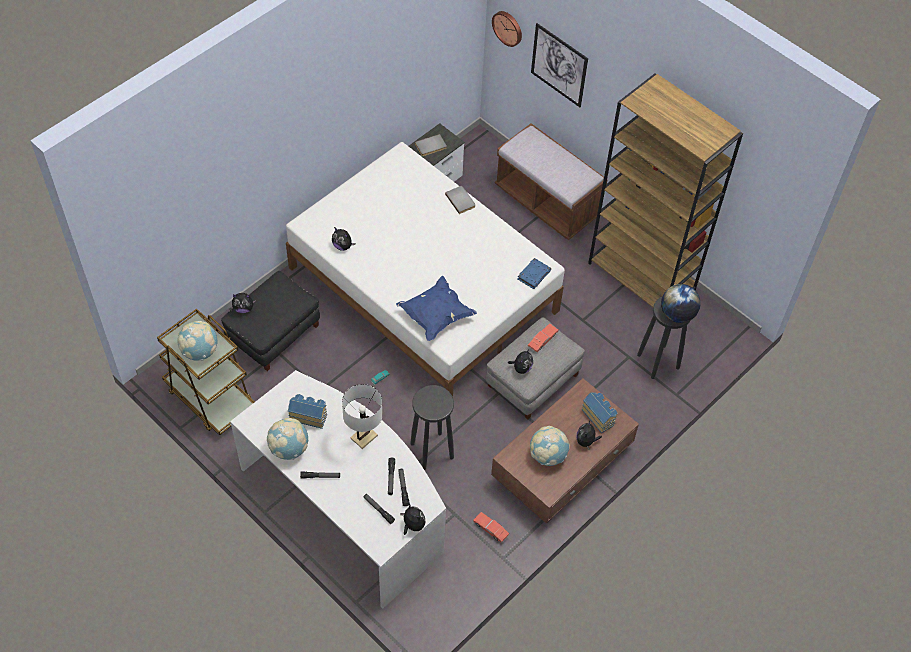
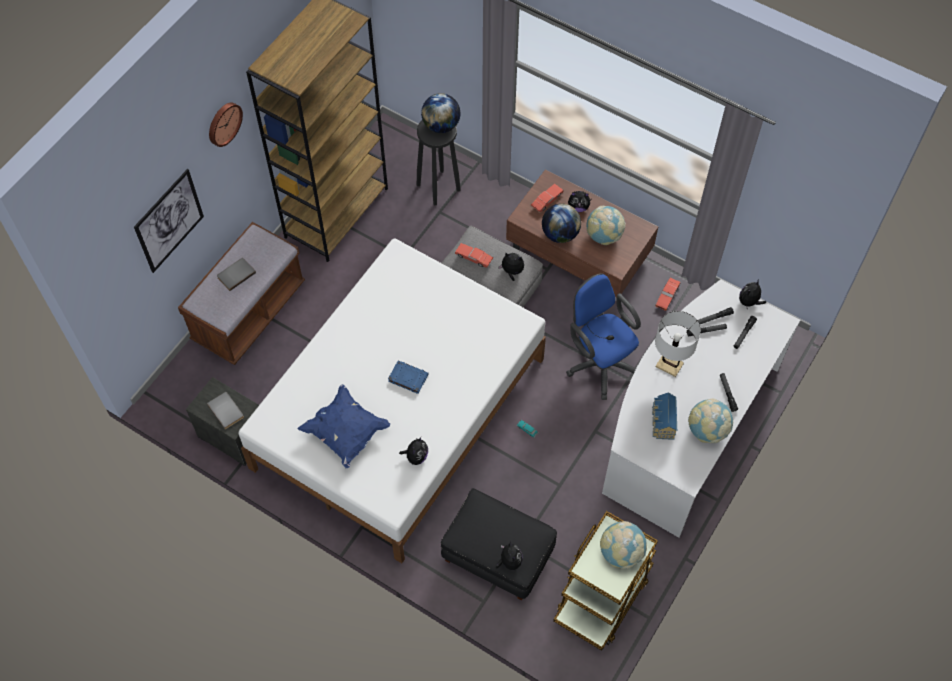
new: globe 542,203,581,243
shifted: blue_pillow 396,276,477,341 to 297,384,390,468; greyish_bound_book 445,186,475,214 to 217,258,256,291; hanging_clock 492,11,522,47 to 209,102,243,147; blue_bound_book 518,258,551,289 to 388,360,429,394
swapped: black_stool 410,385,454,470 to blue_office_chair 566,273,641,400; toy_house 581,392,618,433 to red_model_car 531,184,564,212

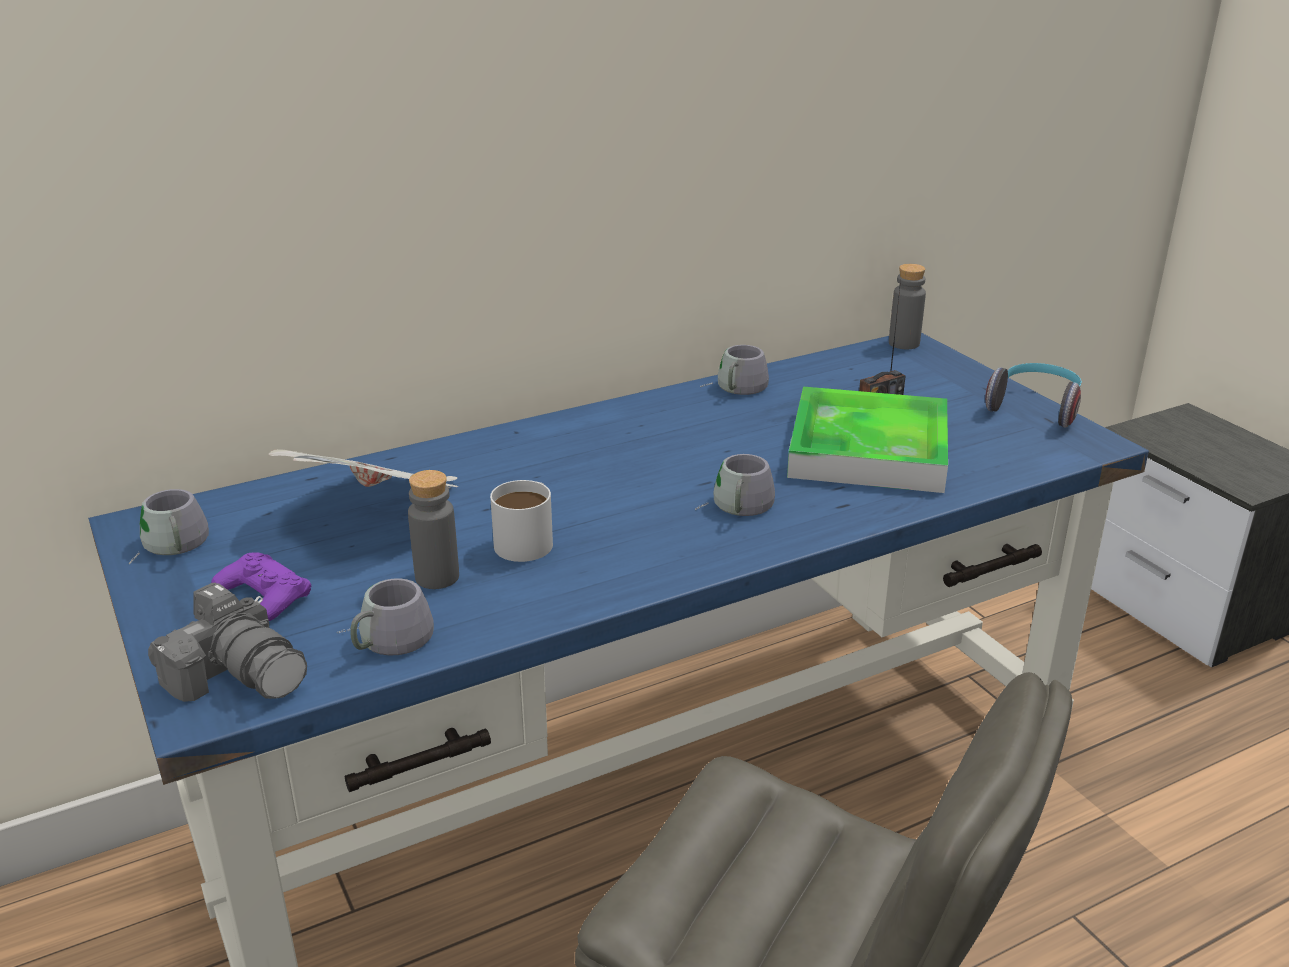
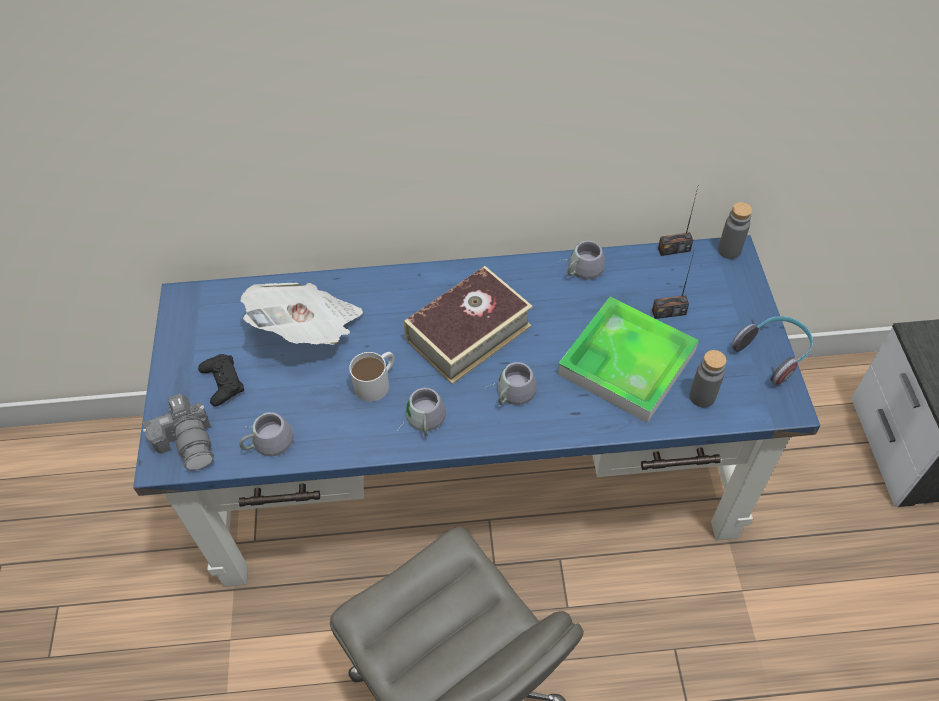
new: bound_book 404,266,533,384; radio_set 658,188,698,256
shifted: greyish_mug 129,489,209,564 to 397,388,446,436; greyish_beverage_bottle 408,470,459,589 to 689,350,726,408
repainted: purple_joypad 211,552,311,621 to black_joypad 198,354,244,406

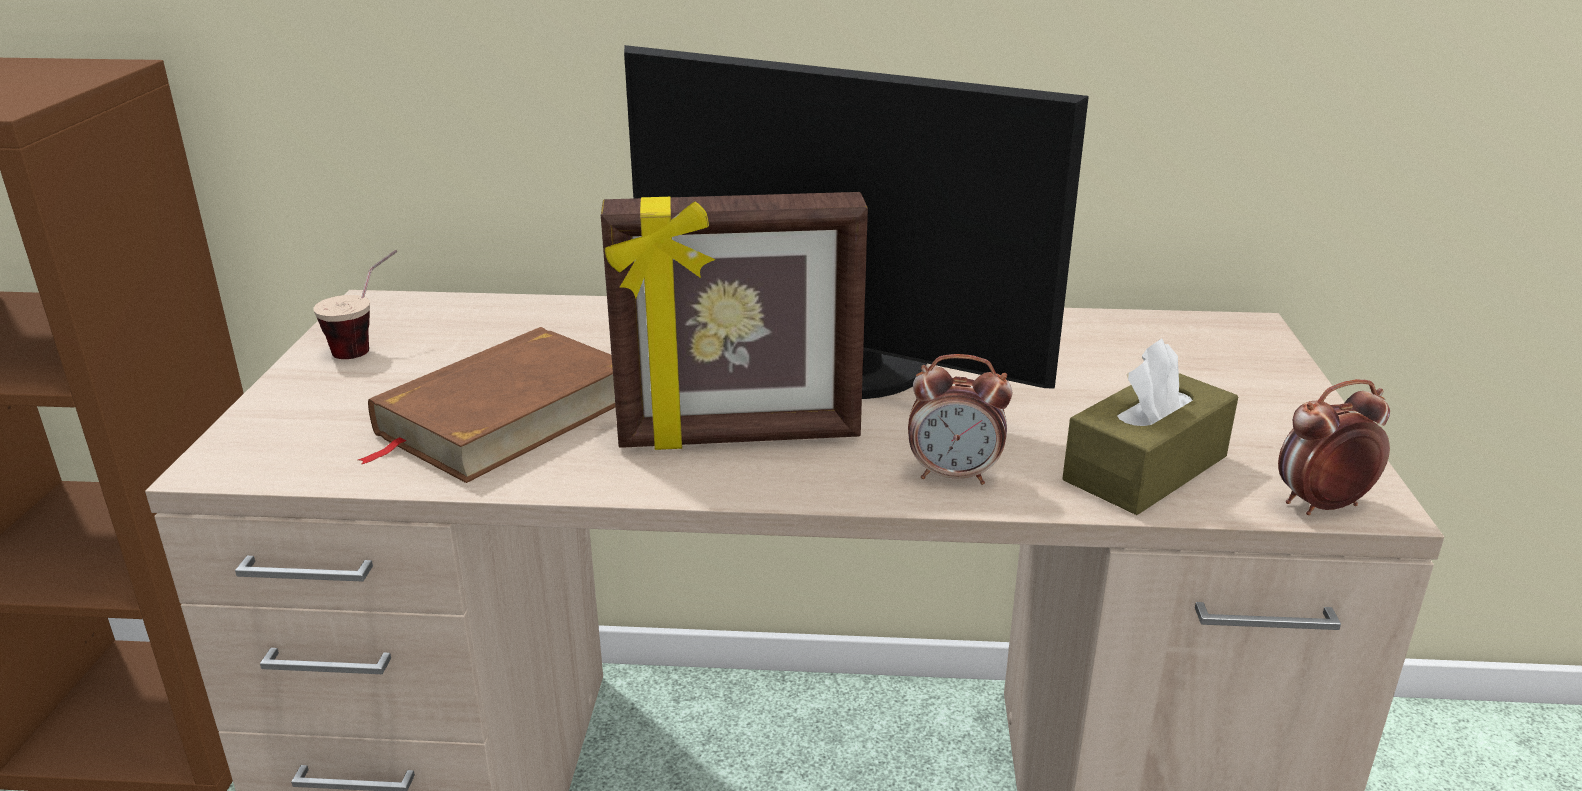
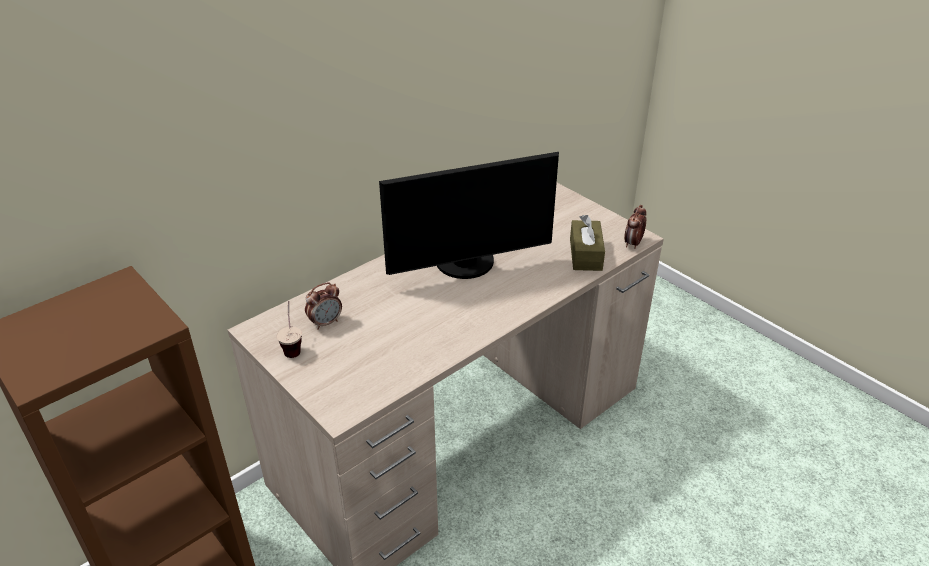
gone: brown-coloured_bound_book 358,327,615,483; standing_frame 601,192,868,450
shifted: bedside_clock 908,354,1012,485 to 305,282,342,330

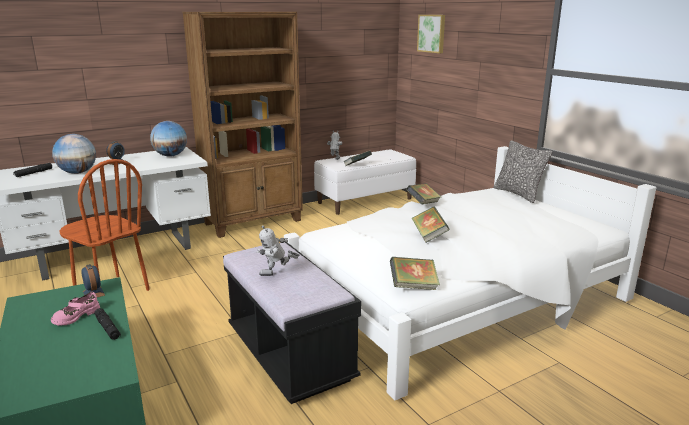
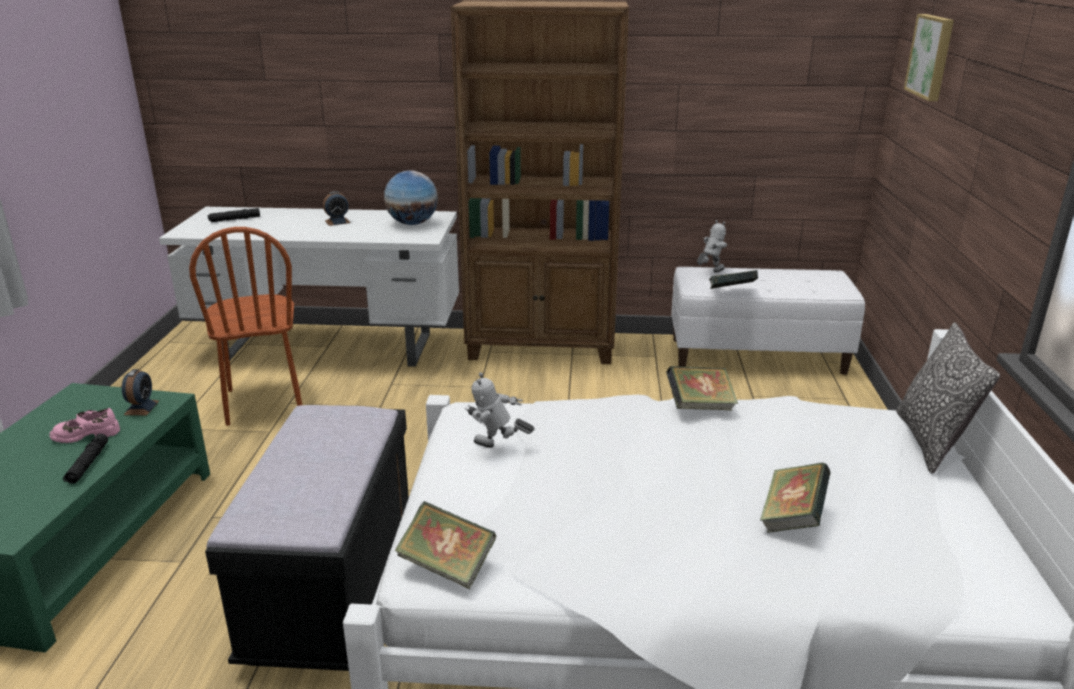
gone: globe 52,134,96,174
shifted: robot_figure 256,225,299,276 to 465,372,535,448; bound_book 412,207,450,243 to 760,462,831,533

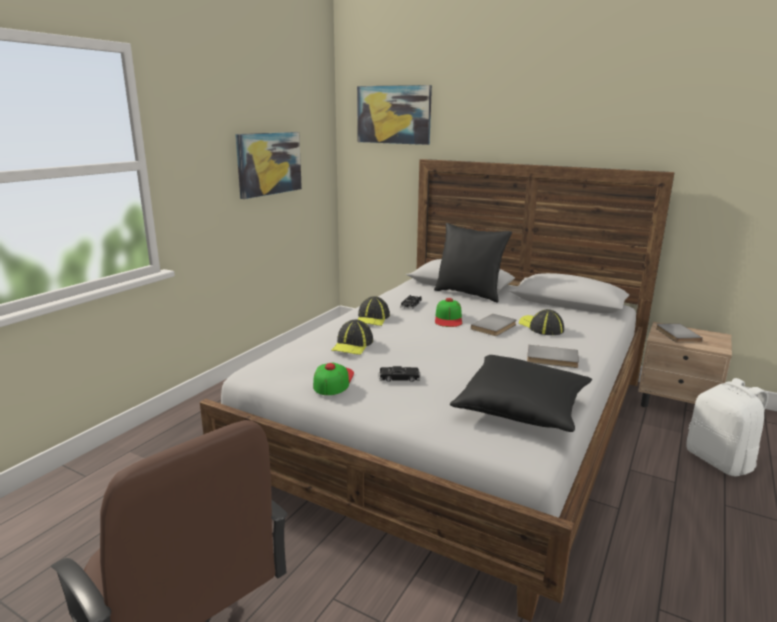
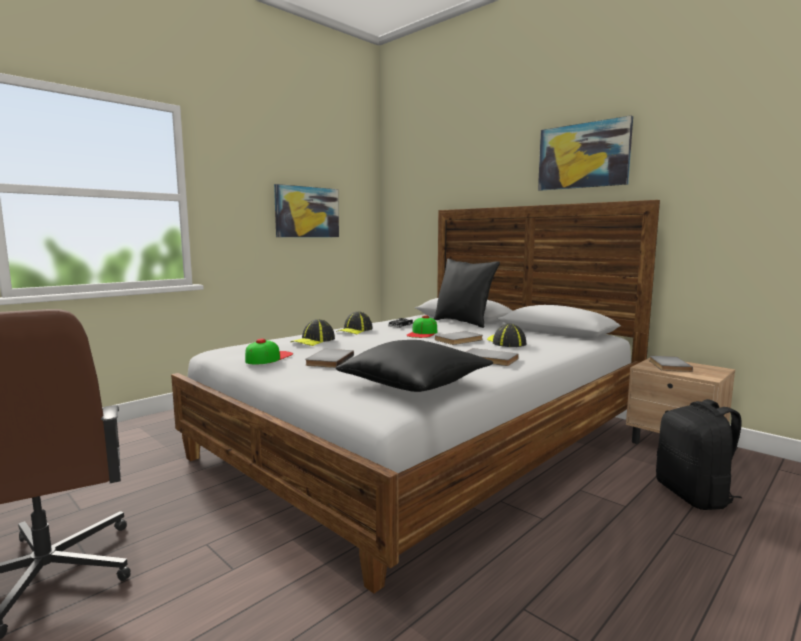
shifted: wall_art 357,85,432,145 to 538,115,633,191
swapped: black_model_car 378,366,421,382 to greyish_bound_book 305,349,354,368
repainted: white_knapsack 687,378,768,476 to black_knapsack 656,399,742,510

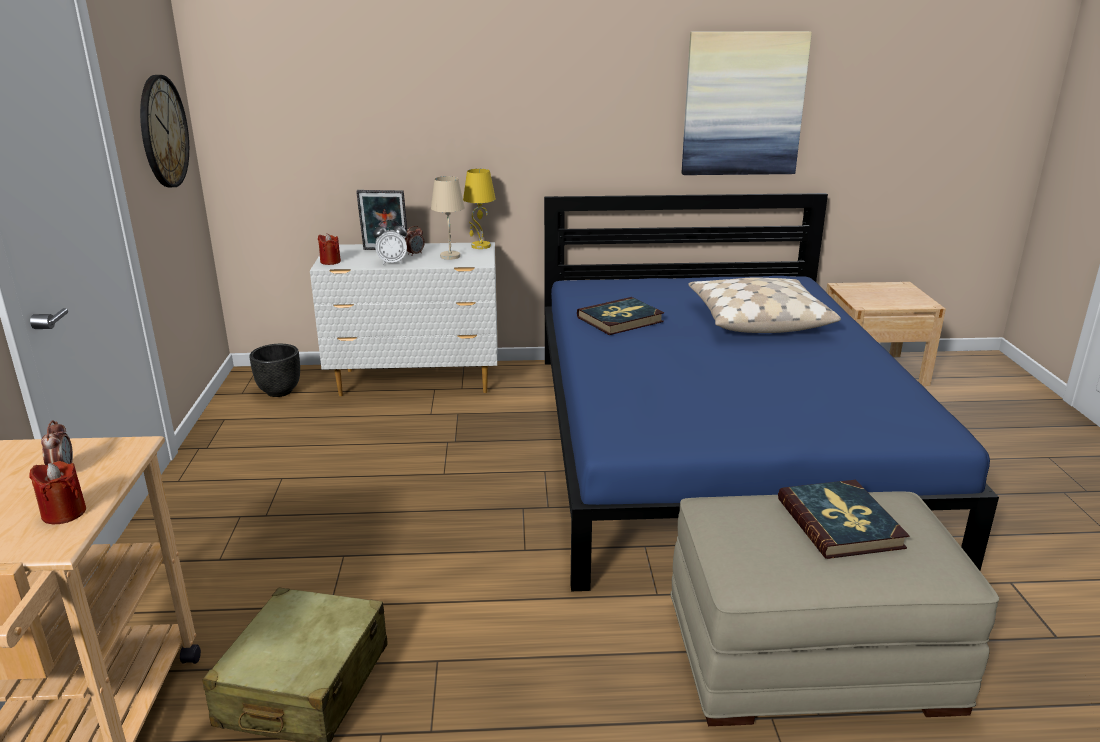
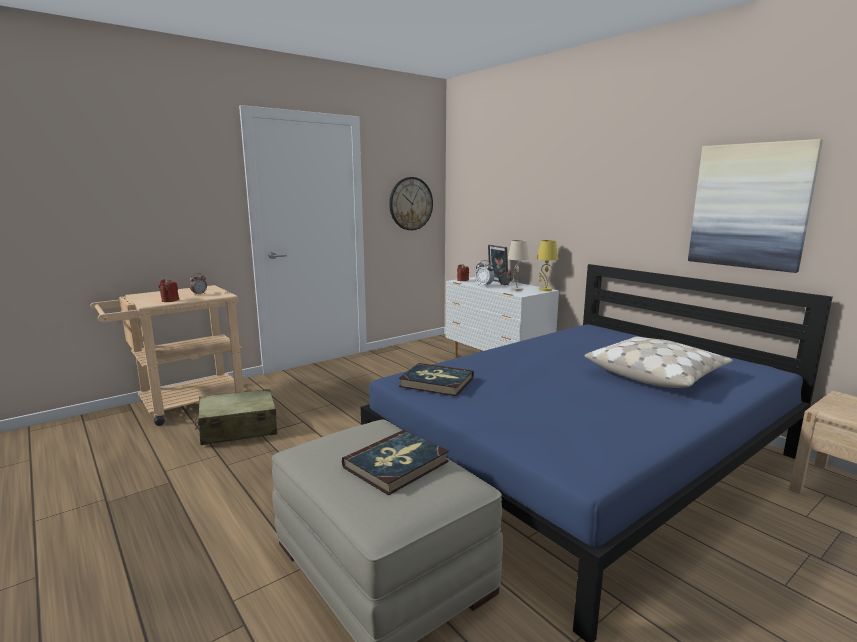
gone: black_planter 249,344,300,397
shifted: bound_book 577,297,664,335 to 398,363,474,396

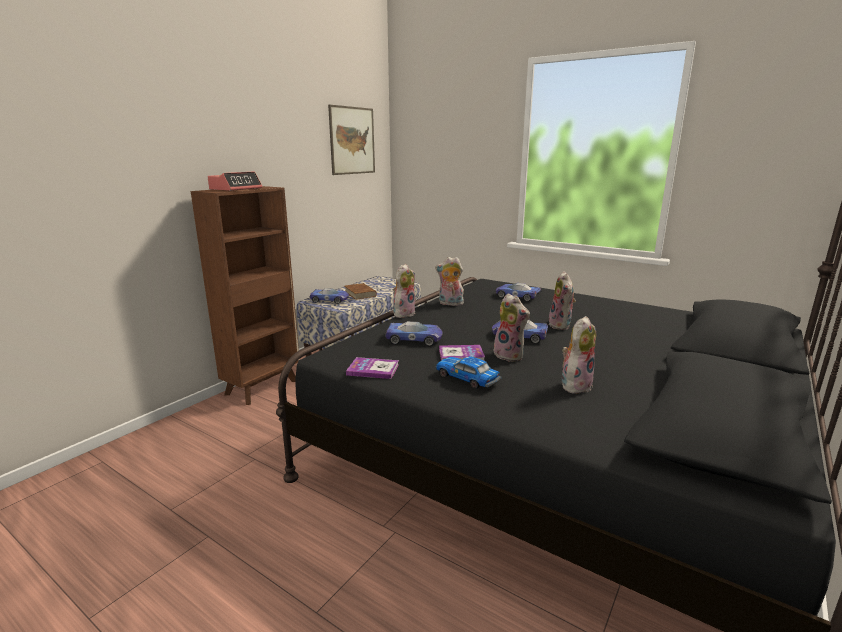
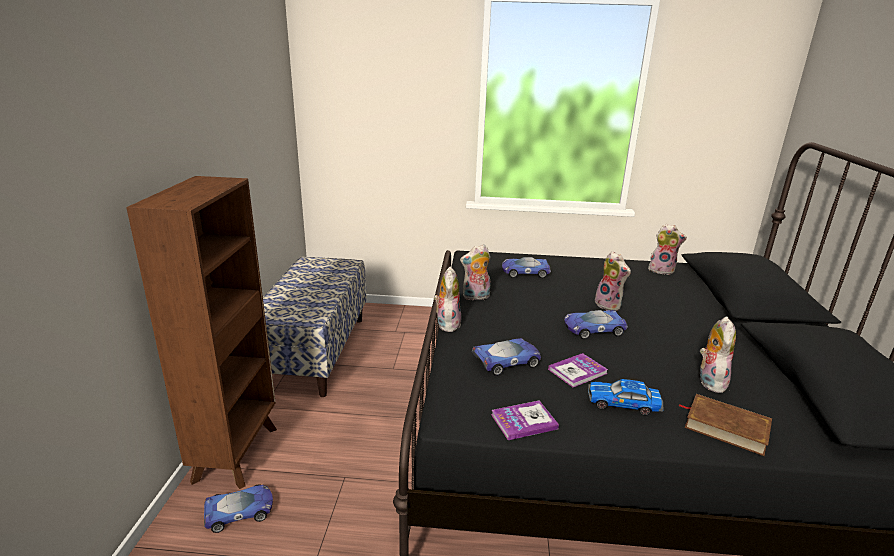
gone: bedside_clock 208,171,262,191; wall_art 328,105,375,175
shifted: model_car 309,288,349,304 to 204,484,273,533; brown-coloured_bound_book 345,283,377,300 to 678,394,772,456; soft_toy 494,293,530,362 to 648,224,687,275

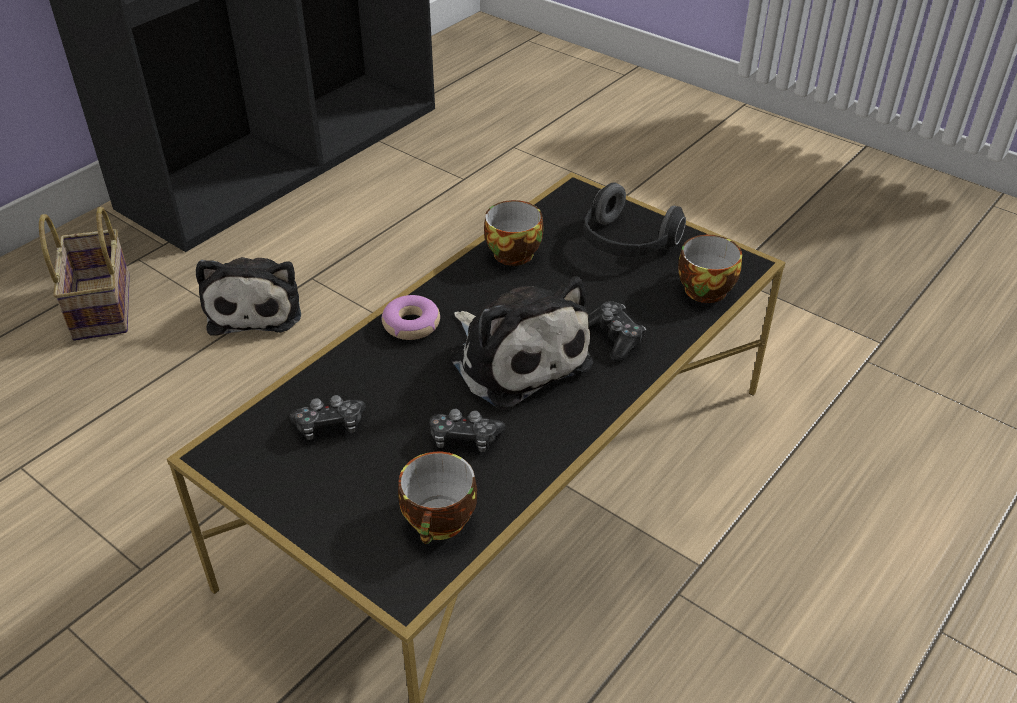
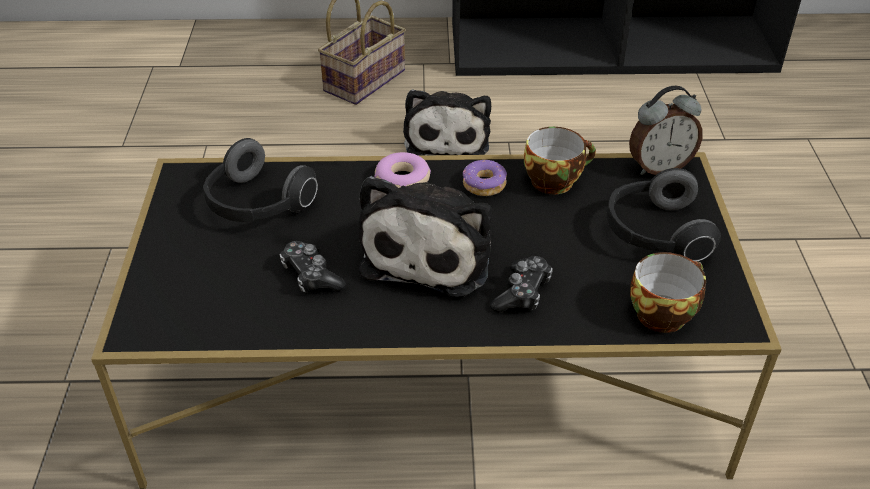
gone: small_cup 398,452,477,544
new: doughnut 463,160,507,196; bedside_clock 629,86,703,175
swapped: joypad 289,395,366,440 to headphones 203,138,318,223
rotated: soft_toy 196,257,301,335 = 403,89,491,156 45 degrees counterclockwise

